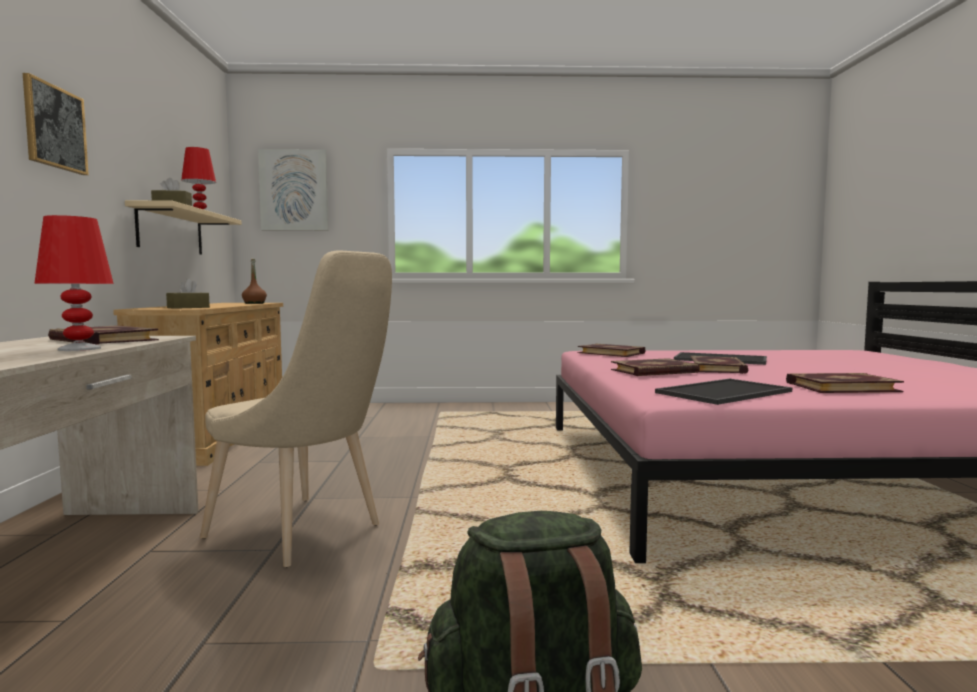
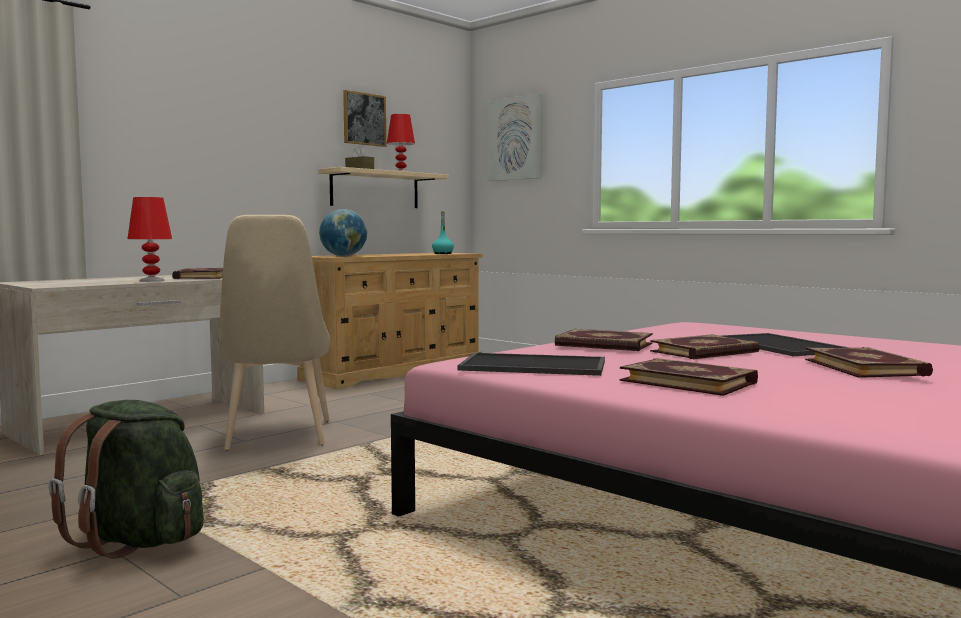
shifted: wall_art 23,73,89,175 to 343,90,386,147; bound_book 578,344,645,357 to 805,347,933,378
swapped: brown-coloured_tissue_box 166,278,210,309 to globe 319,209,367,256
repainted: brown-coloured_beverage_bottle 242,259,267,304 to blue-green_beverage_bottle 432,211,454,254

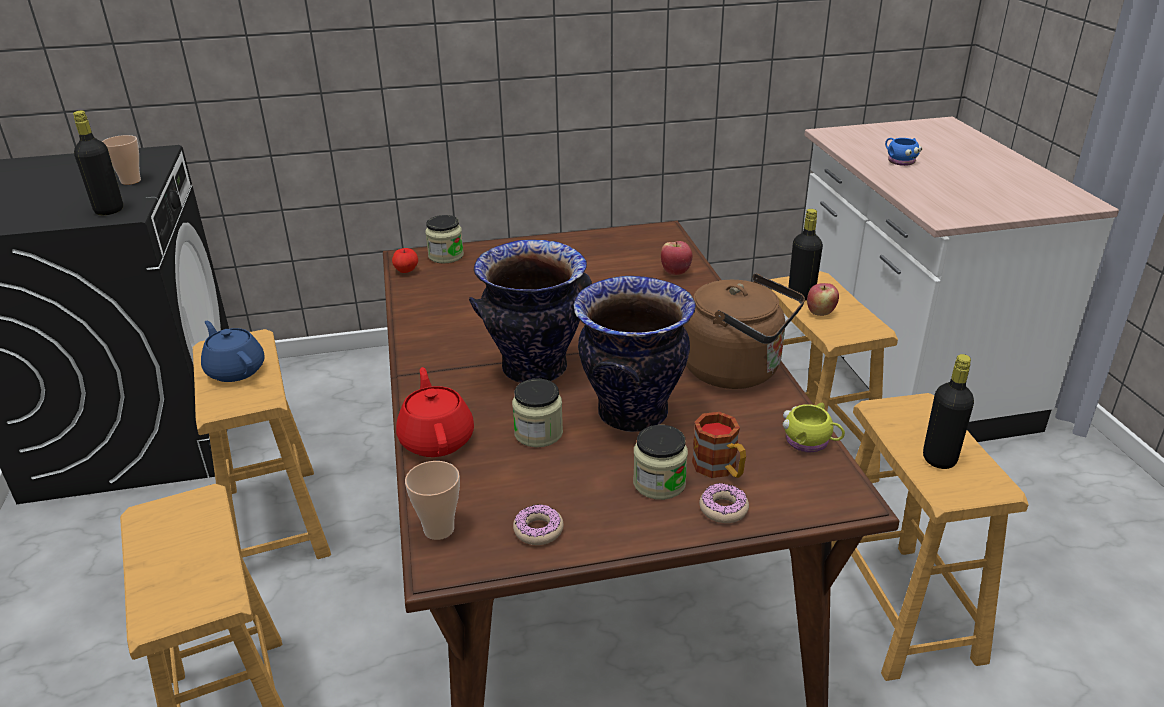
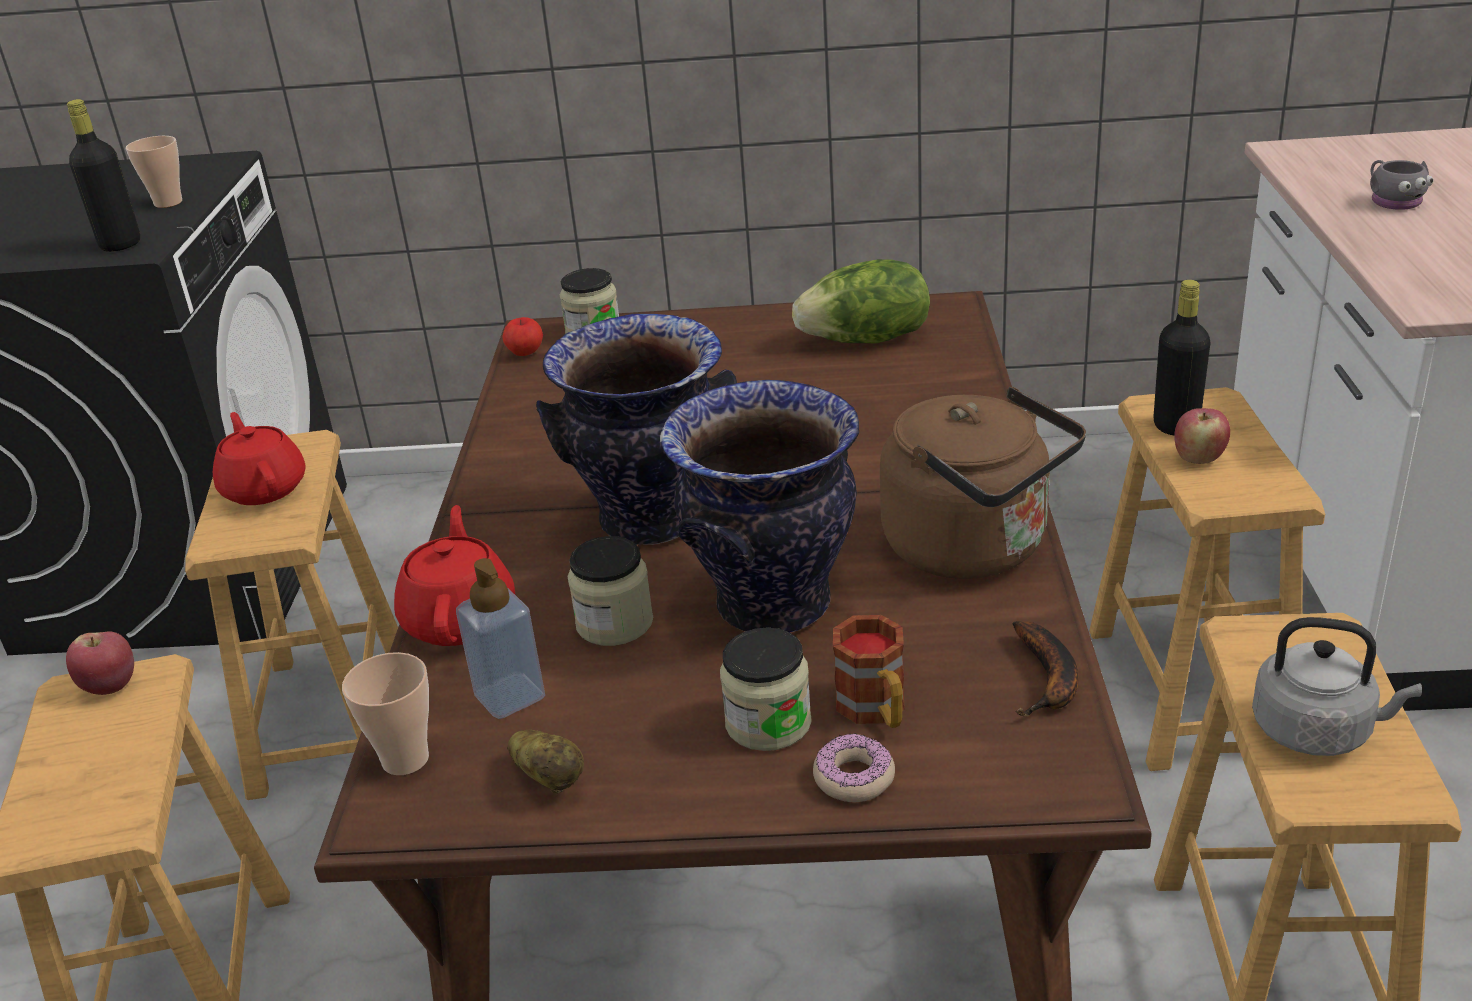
new: soap_bottle 456,558,545,719; head_of_lettuce 792,259,930,343
shifted: apple_fruit 661,241,692,275 to 66,631,134,695
swapped: doughnut 513,504,564,545 to spud 507,730,584,794; yellow_mug 783,402,845,453 to banana_fruit 1012,621,1078,717; black_beverage_bottle 923,354,974,469 to greyish_tea_kettle 1252,617,1422,756
repainted: blue_tea_pot 201,321,265,382 to red_tea_pot 213,412,306,505; blue_mug 885,138,922,166 to greyish_mug 1370,160,1434,210

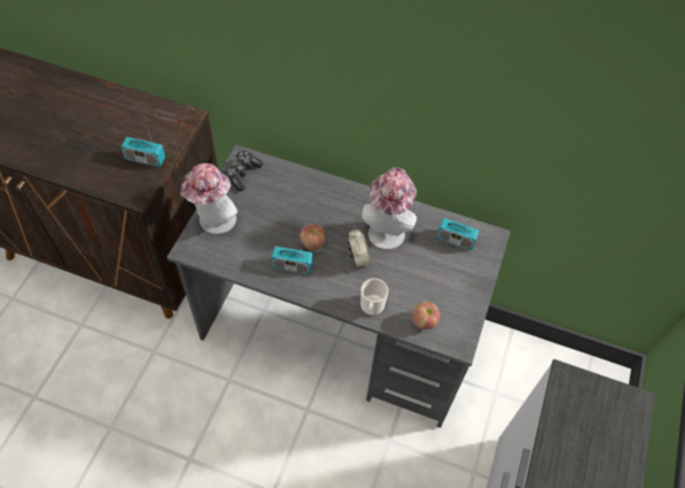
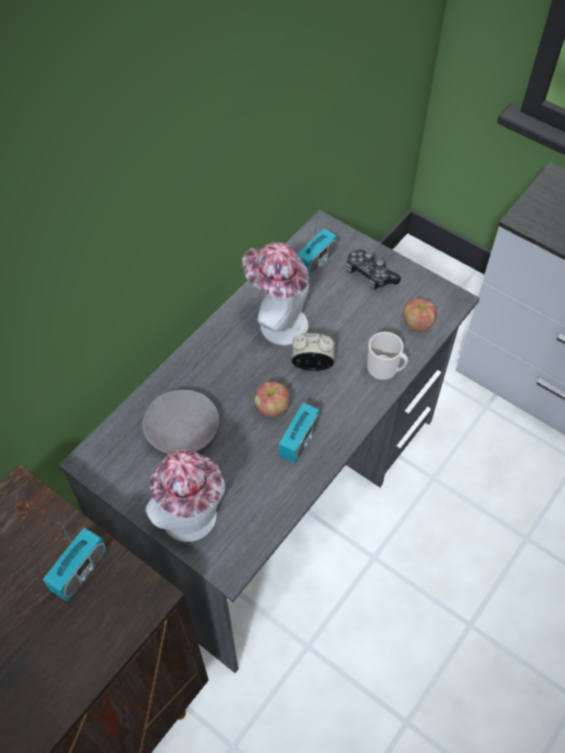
new: greyish_deep_dish 142,390,219,454
shifted: joypad 223,151,263,191 to 346,250,401,290

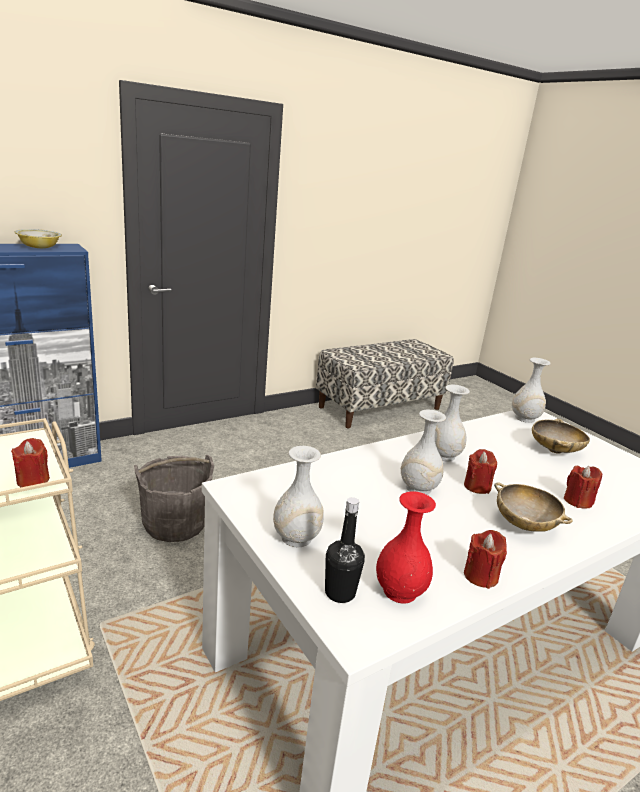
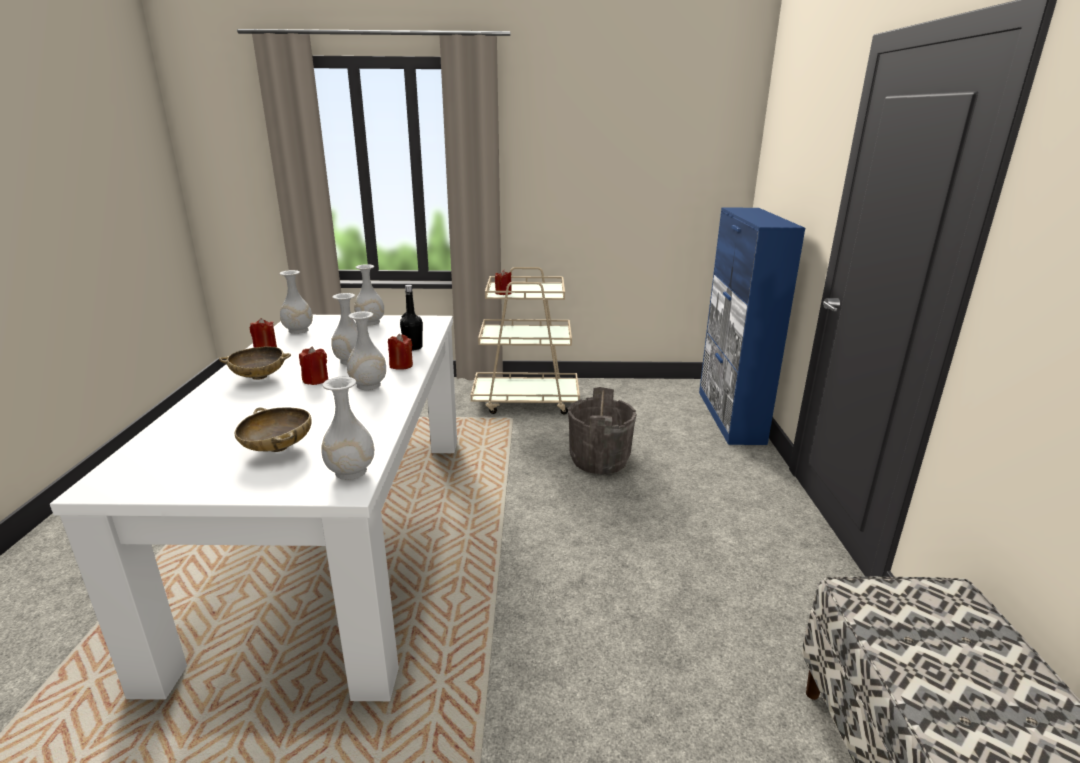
gone: deep_dish 15,229,62,248
shifted: black_beverage_bottle 325,497,365,603 to 400,285,423,350; red_wax_light 564,466,602,508 to 388,334,413,370
repainted: red_vase 376,491,436,604 to white_vase 279,270,313,334

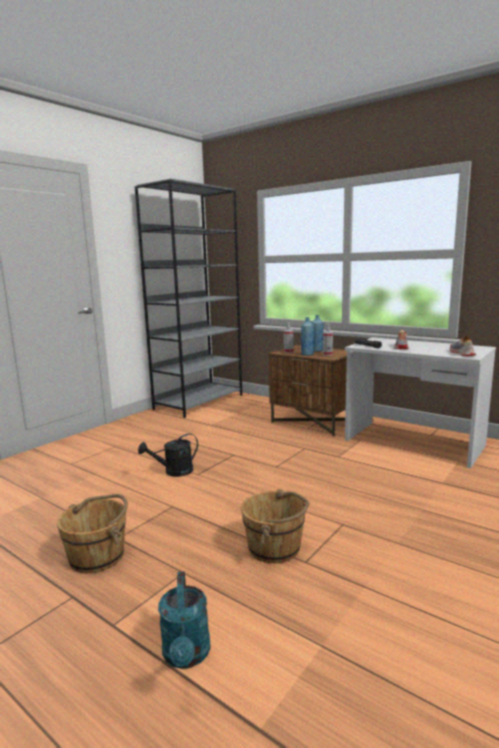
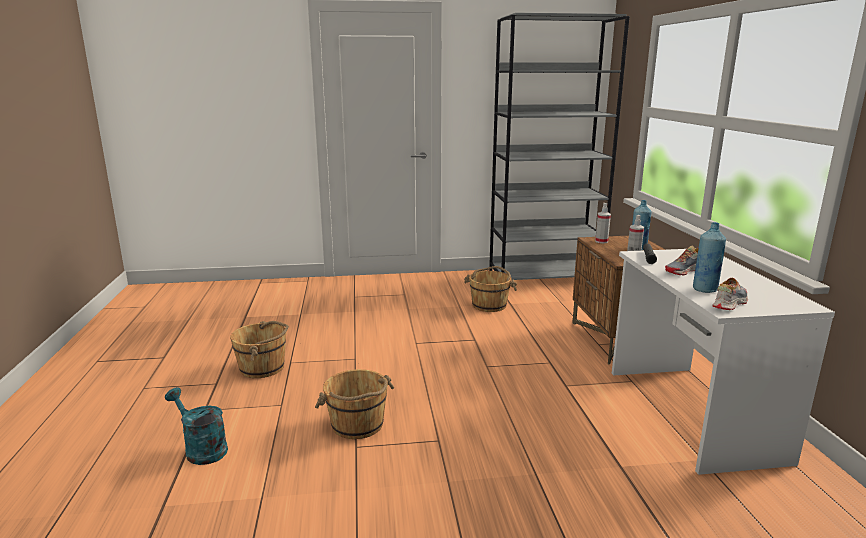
gone: black_watering_can 138,433,198,477
new: brown-coloured_bucket 464,266,517,312
shifted: blue_beverage_bottle 301,317,314,356 to 693,222,726,293
rotated: blue-green_watering_can 158,571,211,669 = 165,387,228,465 90 degrees clockwise

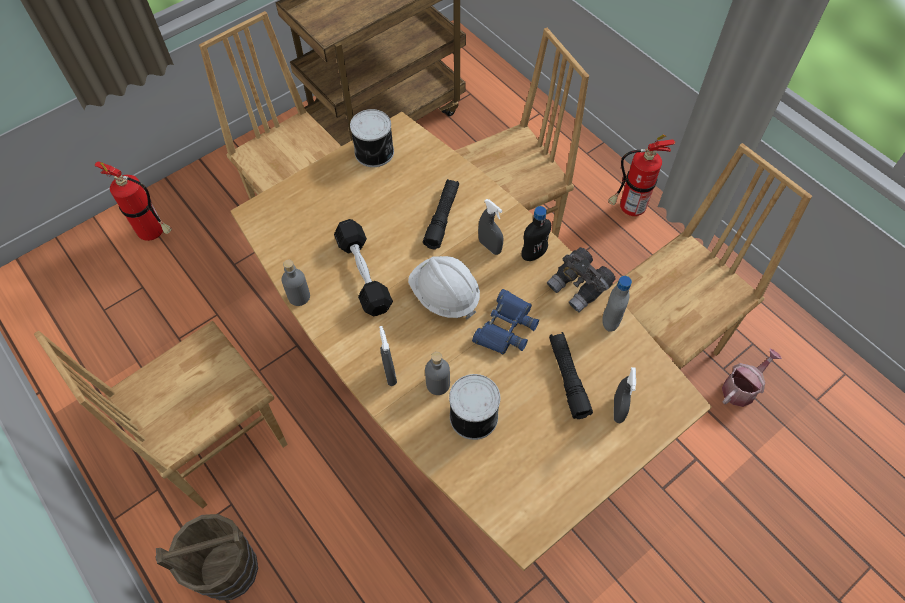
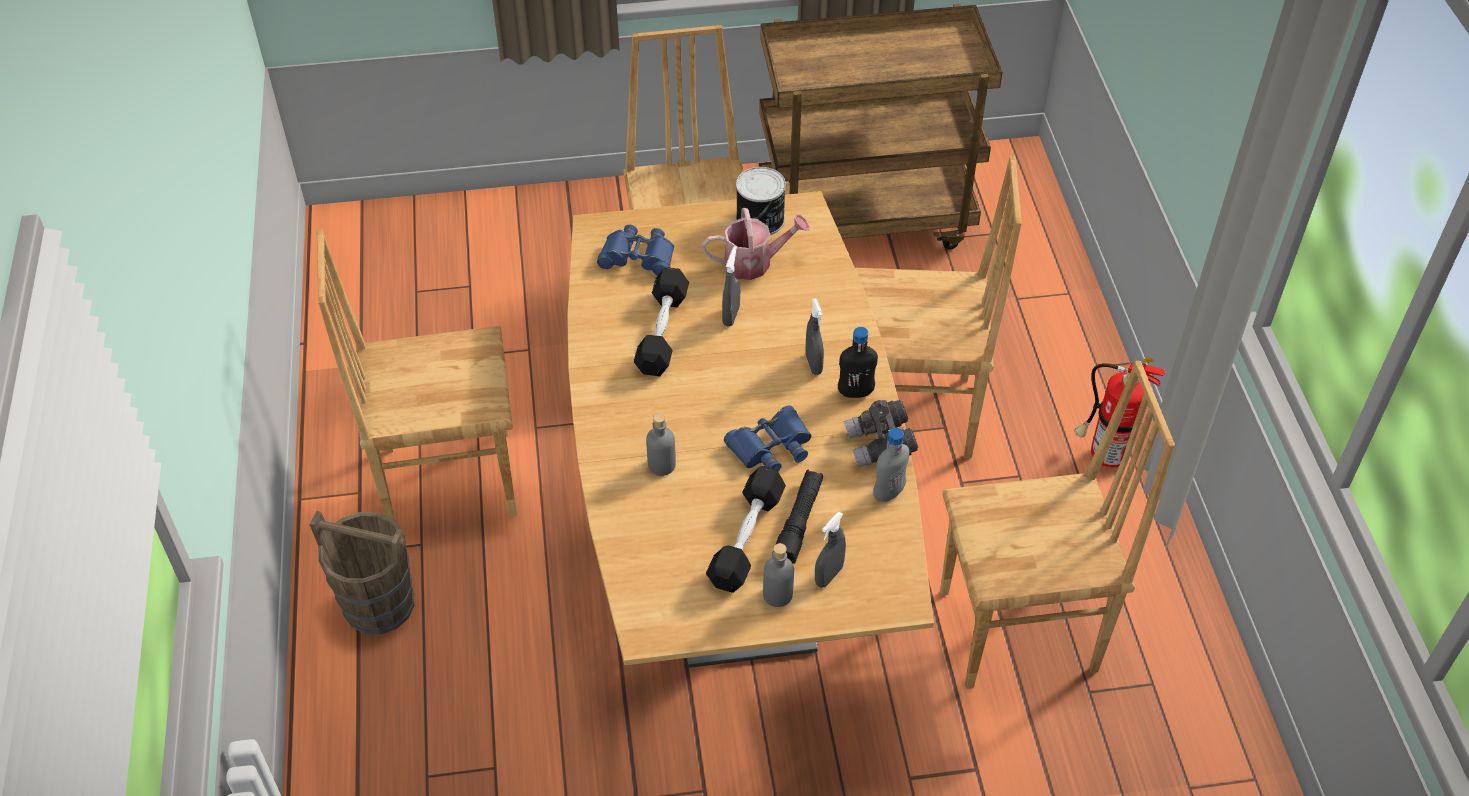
gone: fire_extinguisher 95,161,172,241; white_hard_hat 408,256,480,320; black_hand_torch 423,179,459,249; sealed_can 449,374,500,440
new: blue_field_glasses 597,225,674,276; black_free_weight 706,466,786,593
shifted: greyish_beverage_bottle 282,260,310,306 to 763,543,794,607; greyish_spray_bottle 379,326,397,386 to 722,246,740,327; watering_can 722,349,782,407 to 702,208,810,280

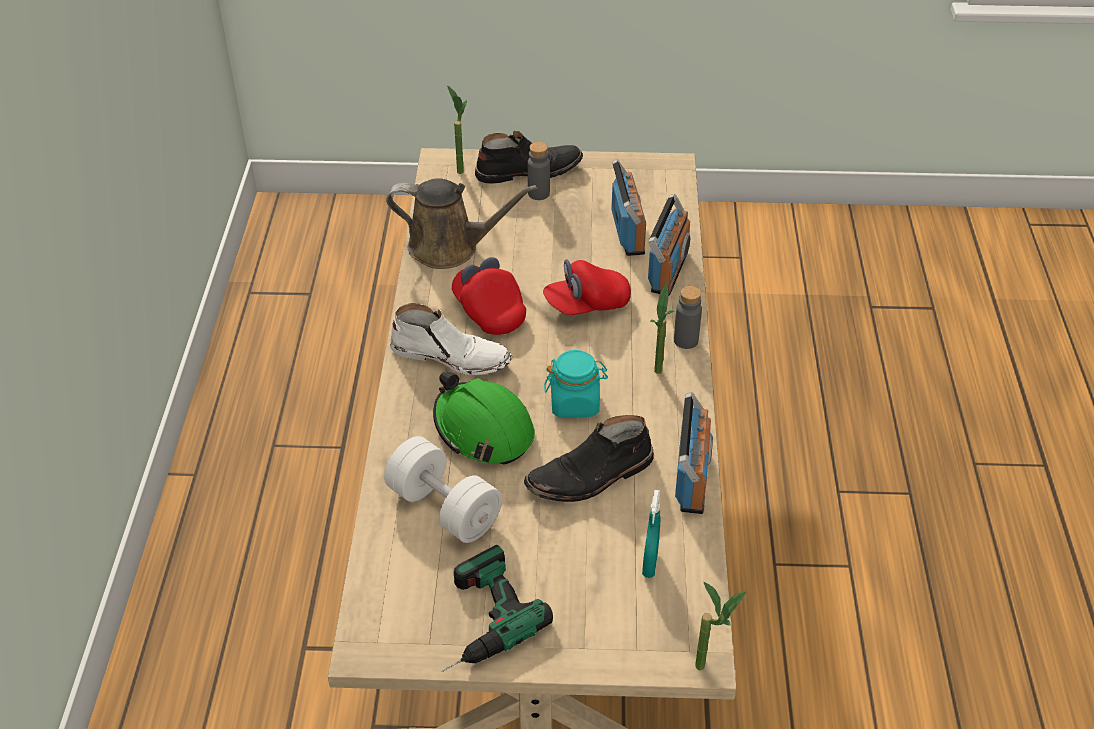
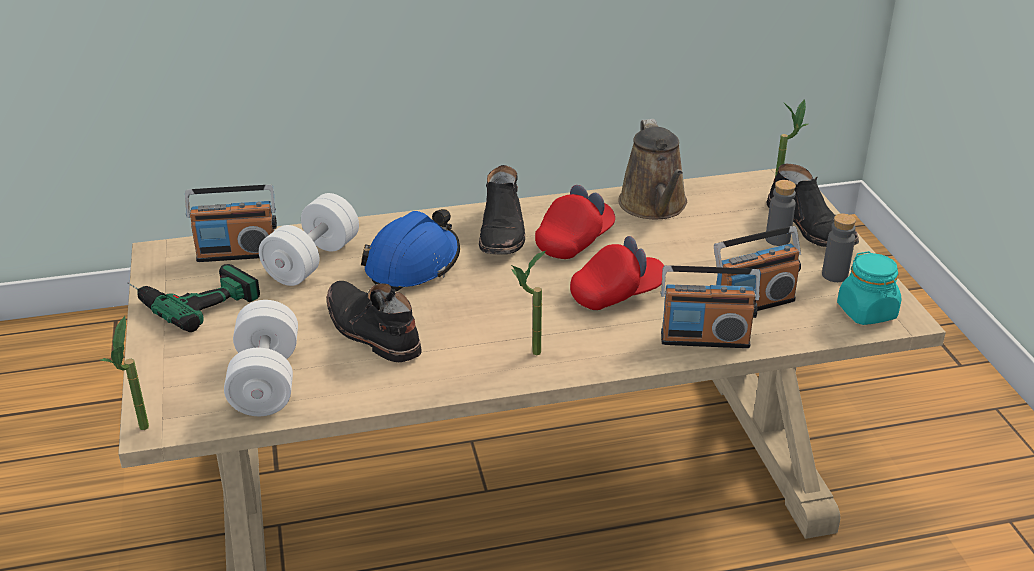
shifted: blue-green_storage_jar 544,350,608,418 to 837,251,901,325; greyish_beverage_bottle 674,286,702,349 to 822,214,856,282; radio_set 675,392,713,514 to 185,185,277,262
swapped: blue-green_spray_bottle 642,490,661,578 to white_free_weight 224,300,298,416
repainted: white_high-top_boot 390,303,512,375 to black_high-top_boot 479,165,525,255; greenish_hard_hat 433,371,535,465 to blue_hard_hat 361,209,460,291
rotated: red_peaked_cap 543,259,631,315 = 570,236,664,310 105 degrees clockwise

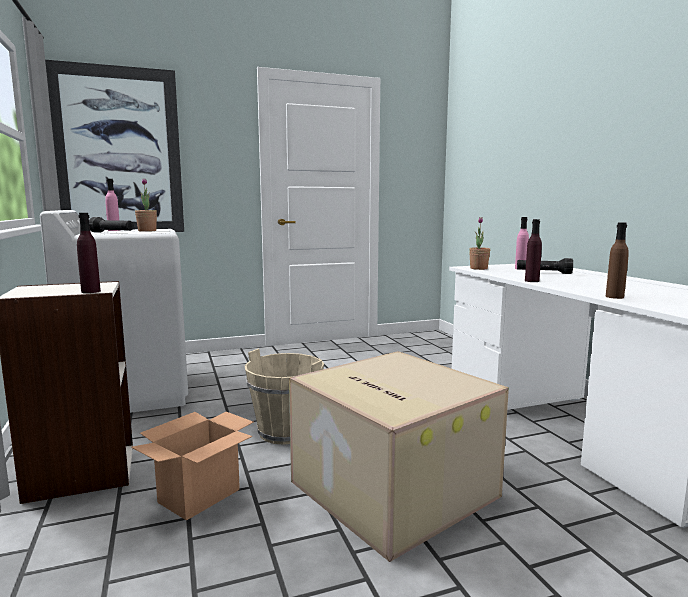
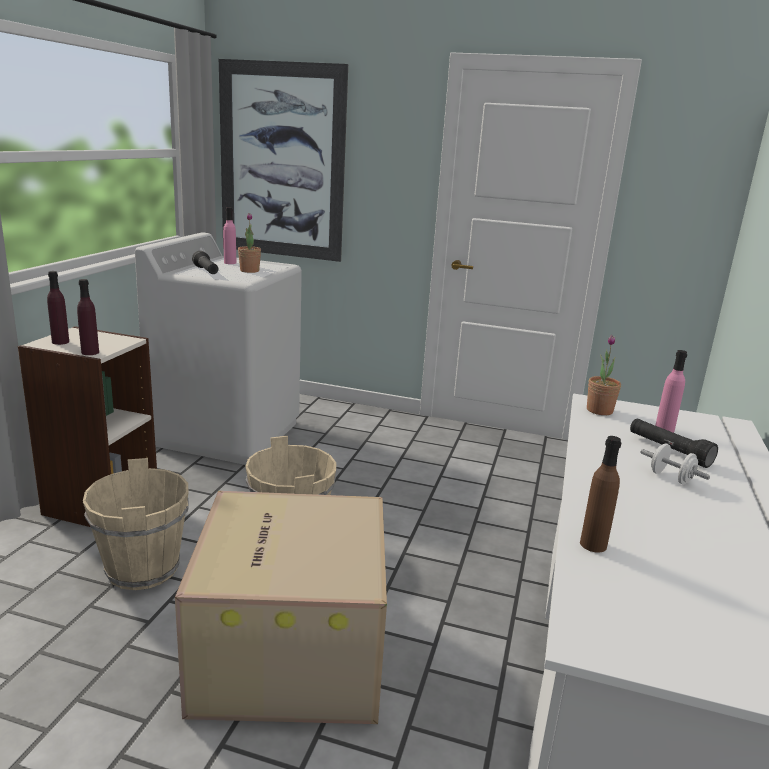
new: white_free_weight 640,444,710,484
shifted: purple_beverage_bottle 525,219,542,282 to 47,271,69,345
swapped: cardboard_box 131,412,253,521 to beige-coloured_bucket 83,458,189,590

